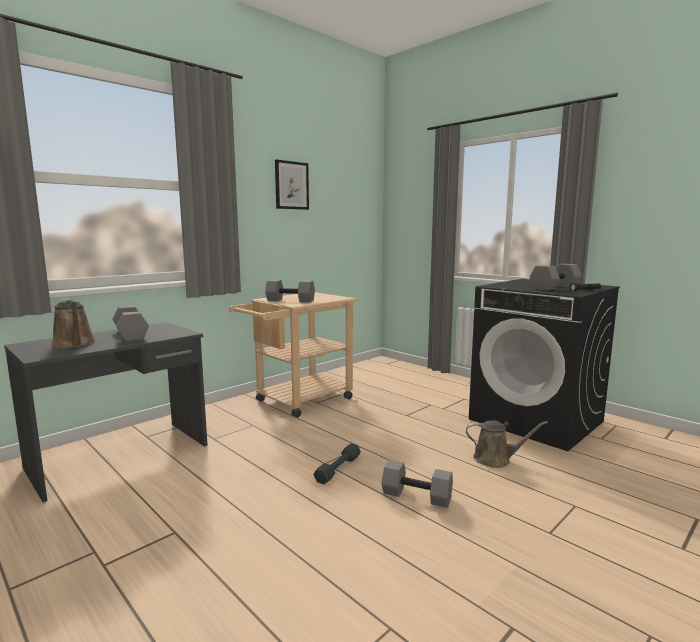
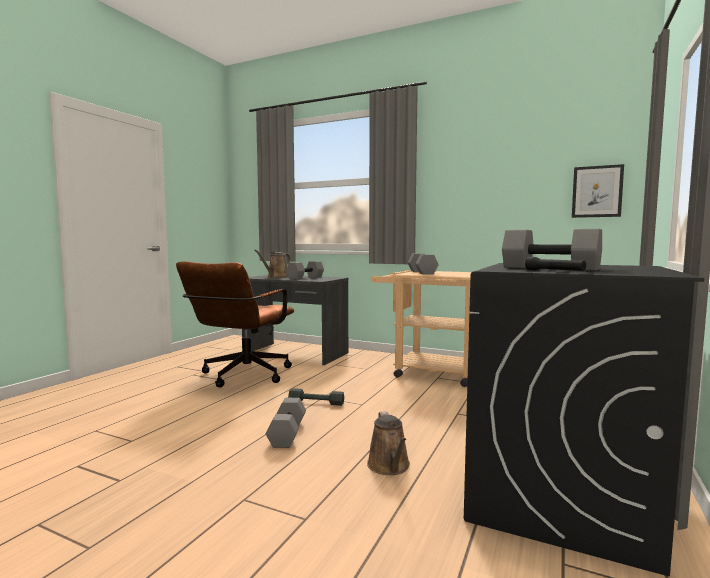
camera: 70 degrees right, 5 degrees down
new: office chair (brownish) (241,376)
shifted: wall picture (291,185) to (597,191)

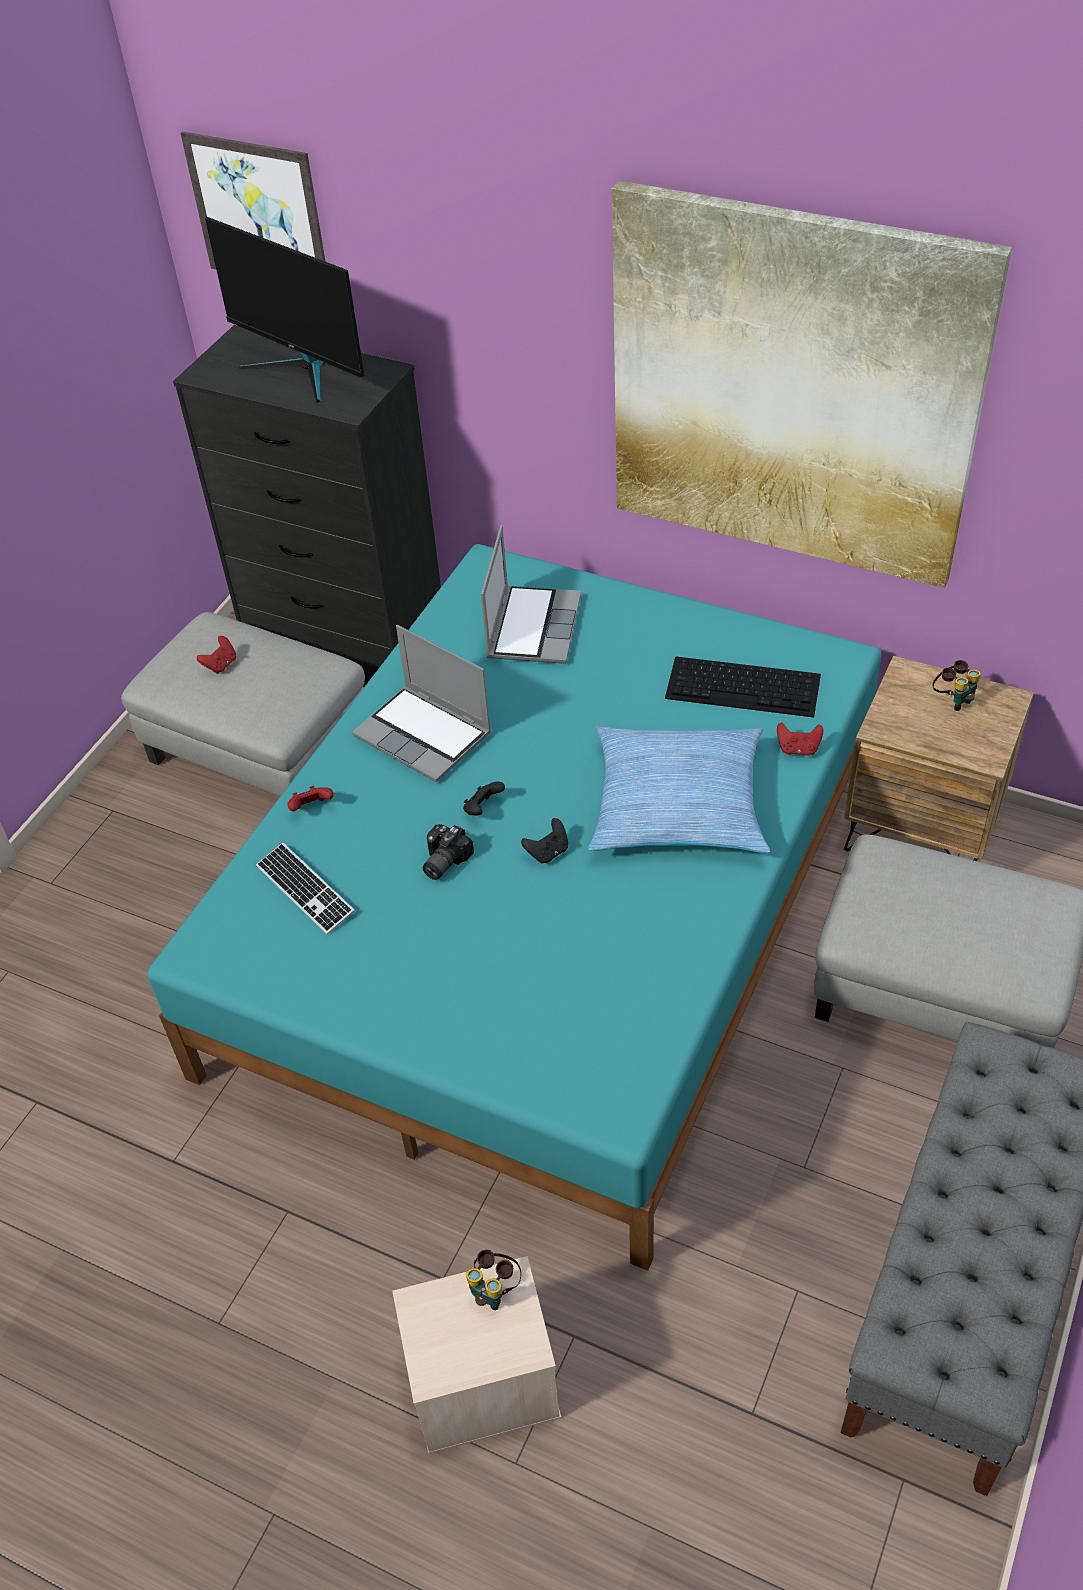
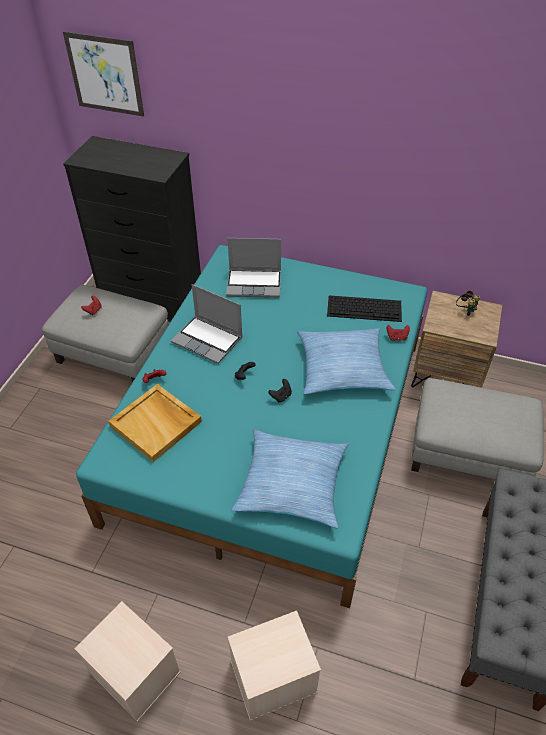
camera: 10 degrees left, 0 degrees up
gone: wall picture (792,389); monitor (302,369); photo camera (442,861); field glasses (495,1290)
new: pillow (292,483); storage bin (sand-coloured) (133,672)
swapped: PC keyboard (305,890) to serving tray (sand-coloured) (156,424)
rotated: laptop (532,626) = (255,283) 90 degrees clockwise

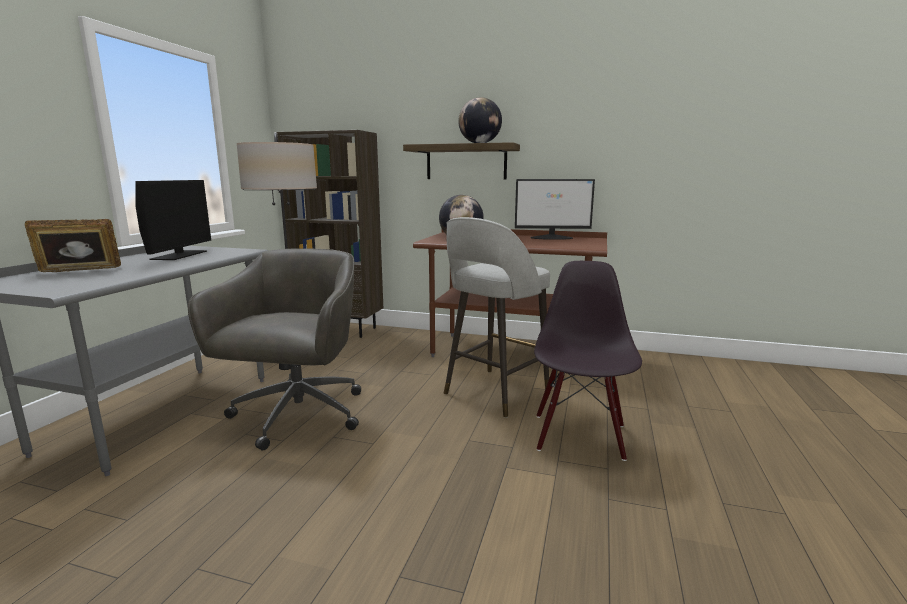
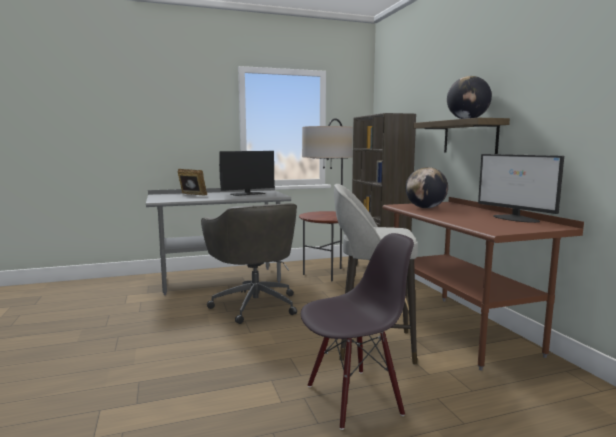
camera: 55 degrees right, 5 degrees down
rotated: office chair (grey) (297,416) = (254,304) 90 degrees clockwise

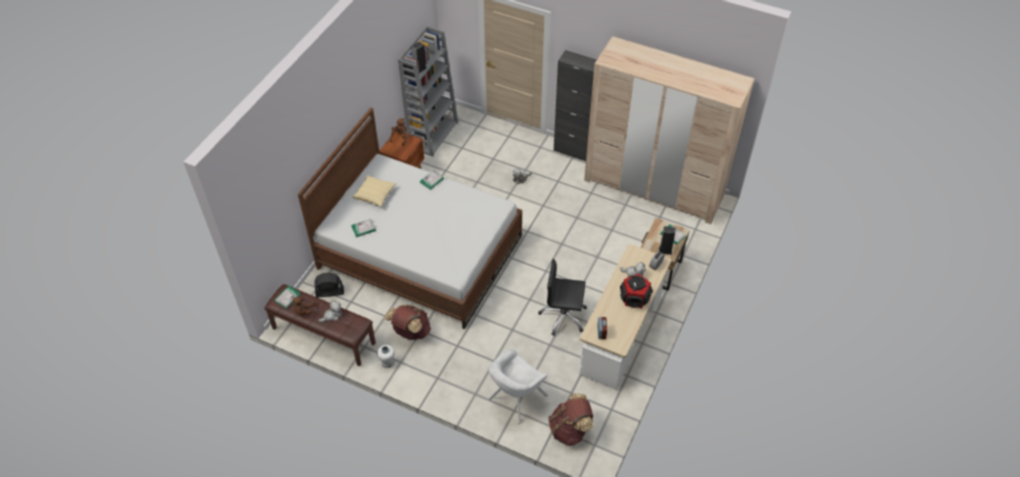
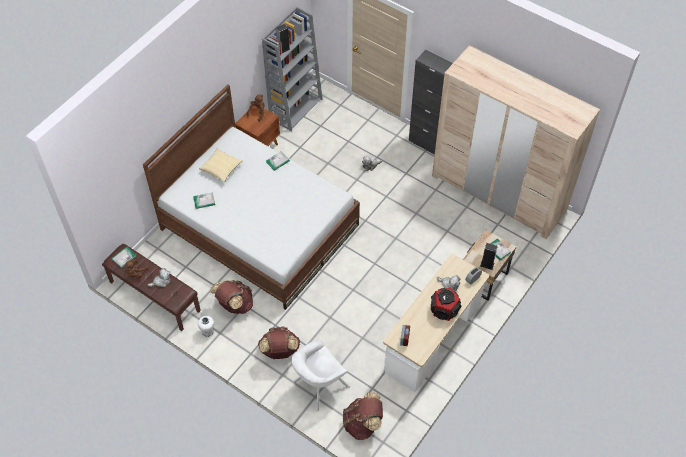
camera: 10 degrees right, 5 degrees up
gone: office chair (blackish) (563,317); fan (blackish) (329,292)
new: rucksack (brownish) (279,351)

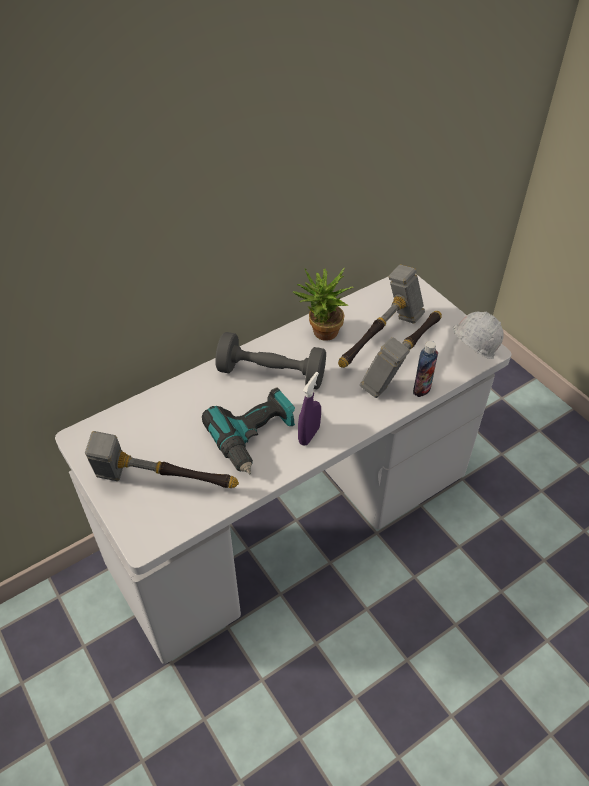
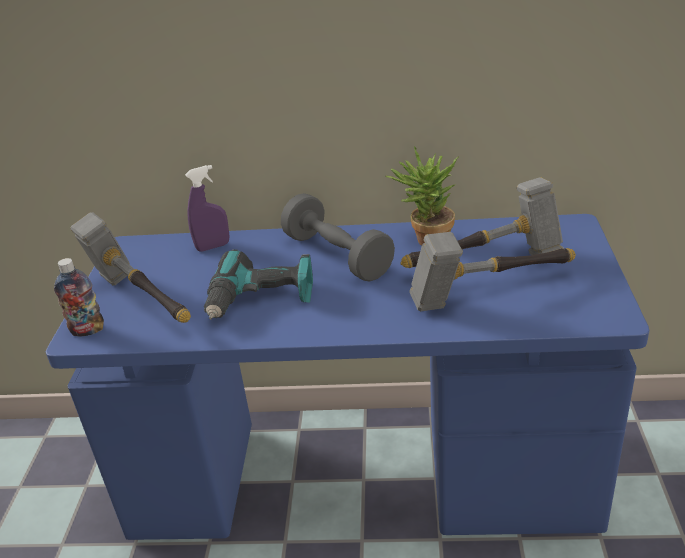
camera: 40 degrees right, 15 degrees down
gone: hard hat (white) (469,357)
shifted: bottle (422,389) to (88,330); sprayer (purple-coloured) (309,435) to (213,247)
repainted: desk table (white) (293,518) to desk table (bluish) (361,477)

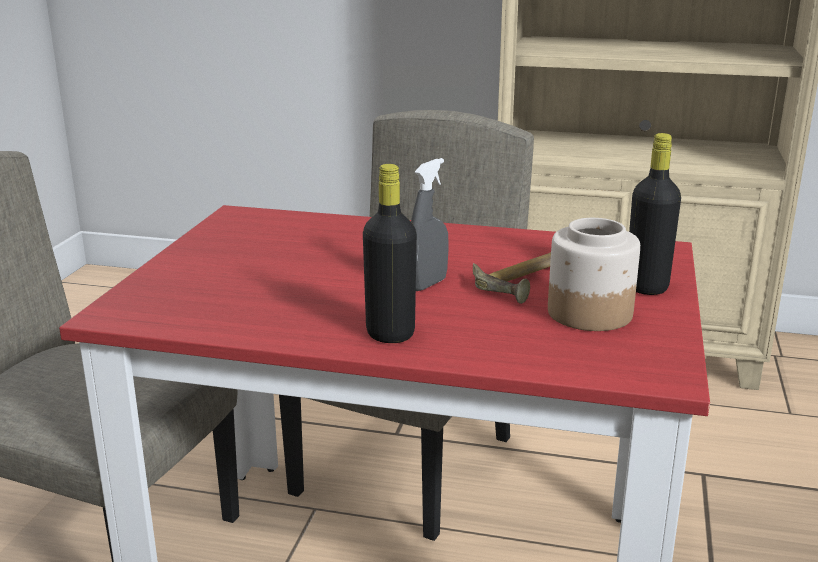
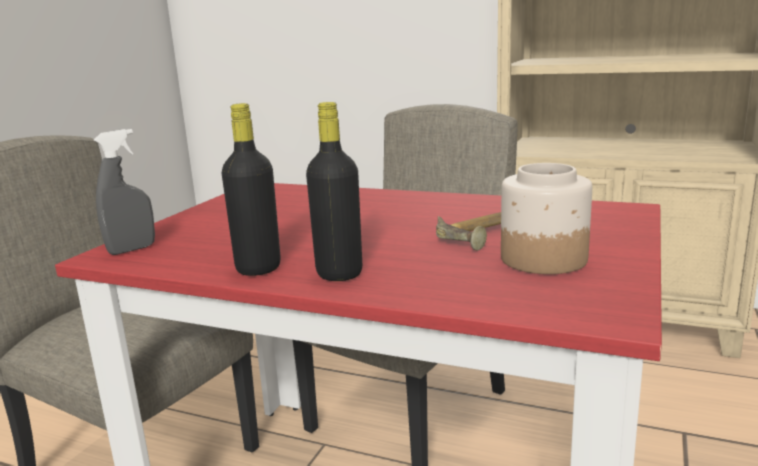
camera: 10 degrees right, 5 degrees down
shifted: bottle (blackish) (646,287) to (258,268); sprayer (grey) (427,284) to (132,249)

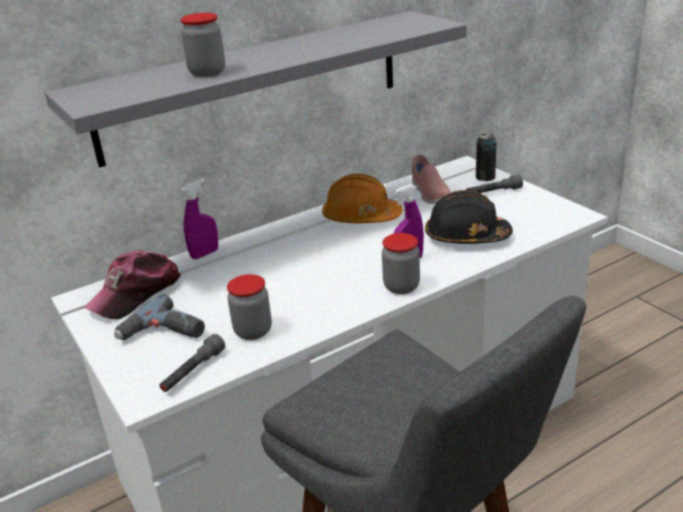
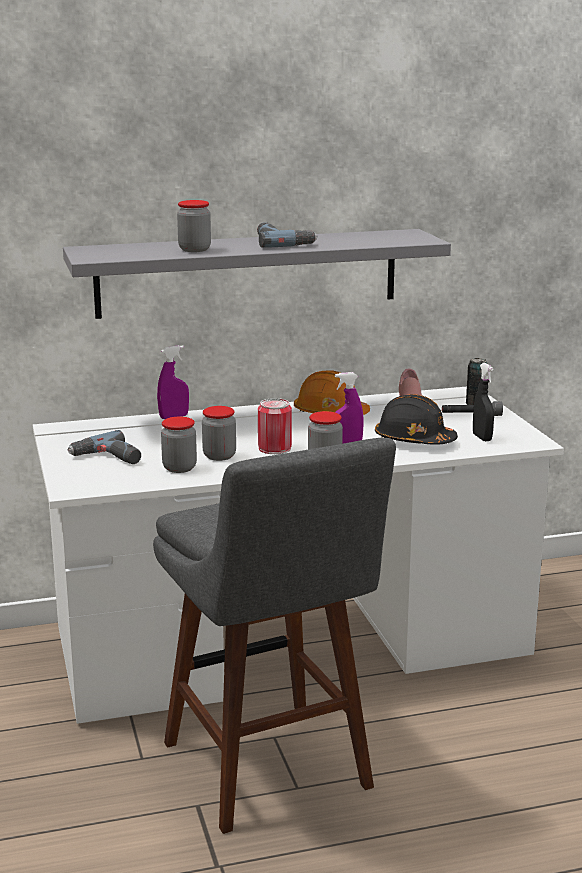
camera: 15 degrees right, 10 degrees down
gone: baseball cap (136,294); torch (grey) (193,372)
new: electric drill (282,242); sprayer (blackish) (482,438); metal can (274,448); storage jar (219,456)

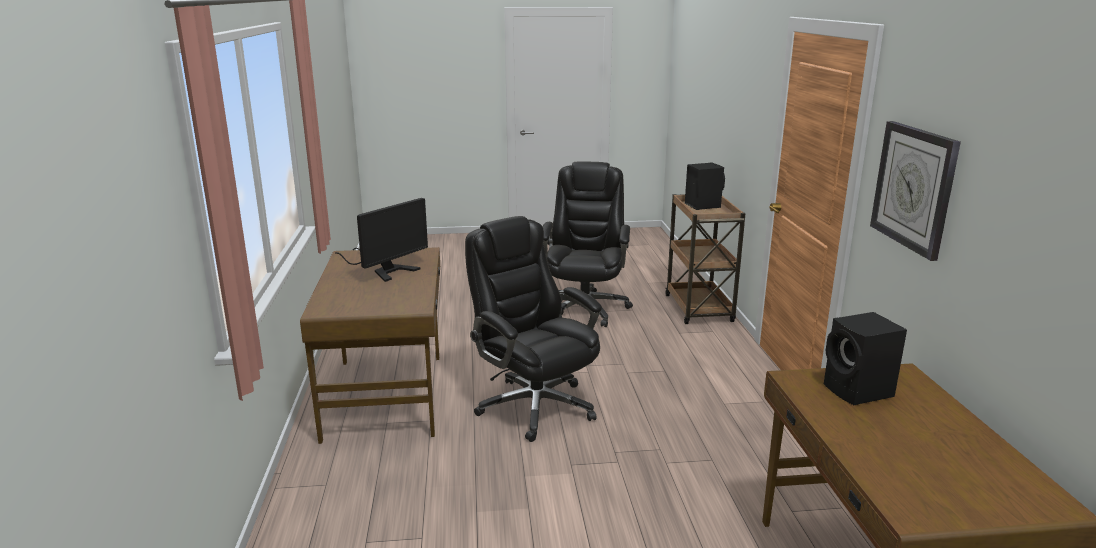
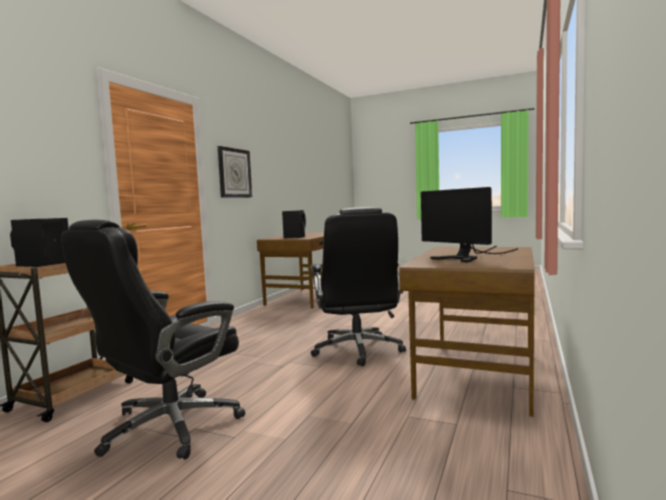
camera: 150 degrees left, 15 degrees down
rotated: monitor (384,269) = (467,258) 105 degrees counterclockwise

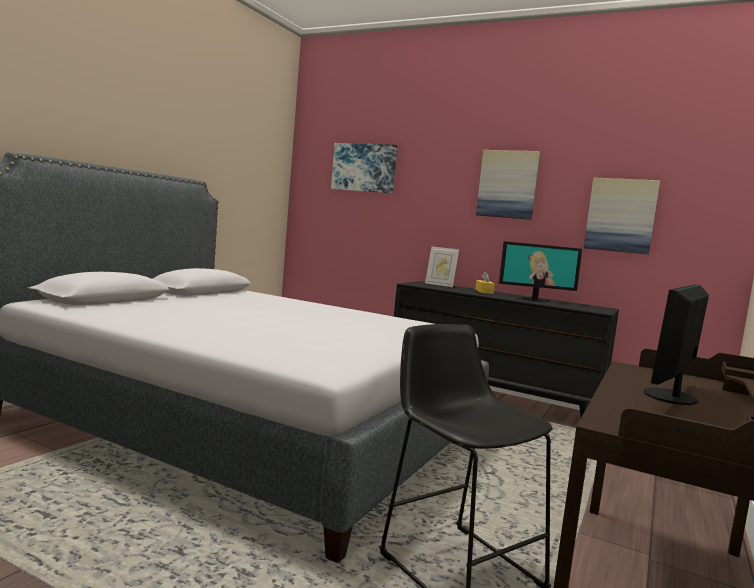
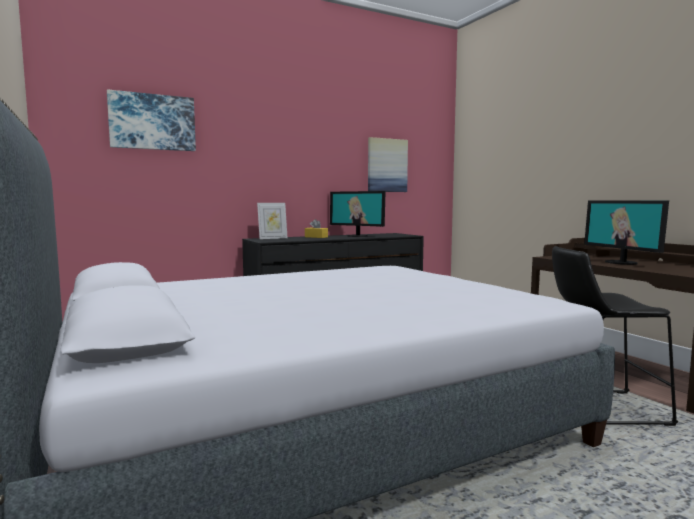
camera: 55 degrees left, 0 degrees up
gone: wall picture (507,184)
rotated: monitor (535,299) = (357,236) 90 degrees clockwise

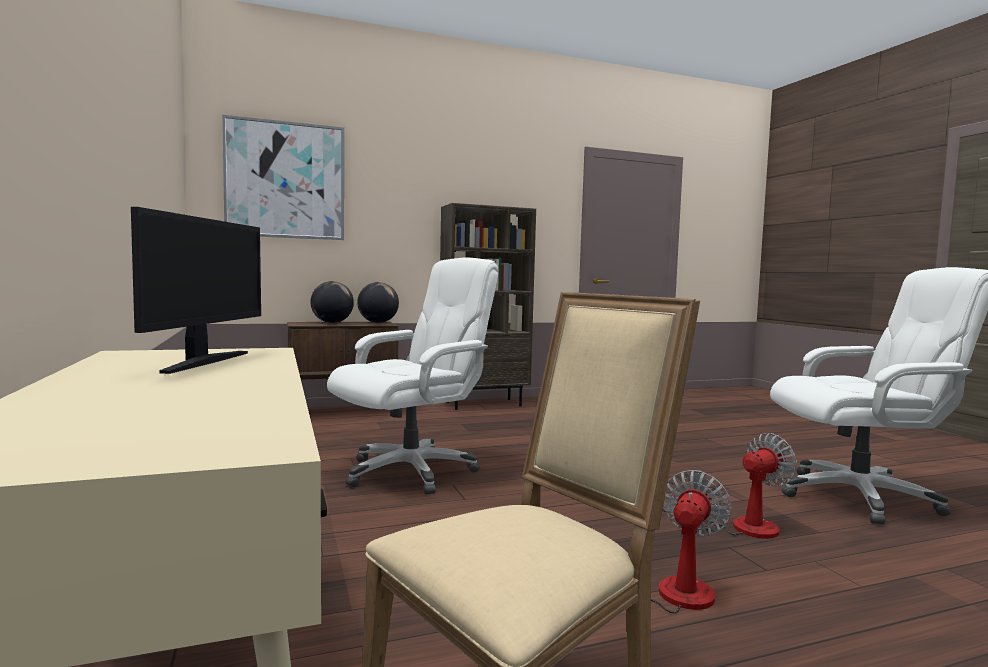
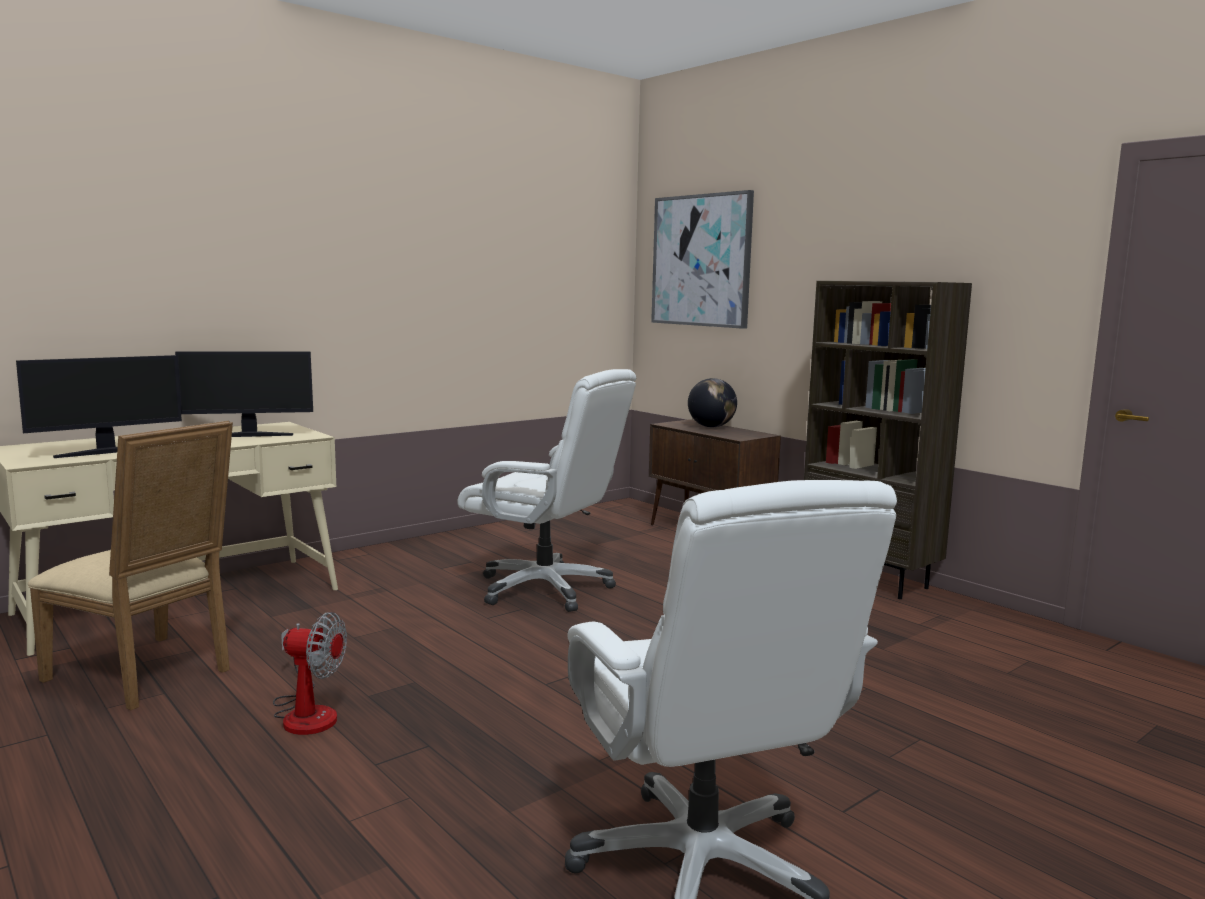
camera: 70 degrees right, 5 degrees up
gone: globe (378,322); fan (737,526)
new: monitor (107,452)

